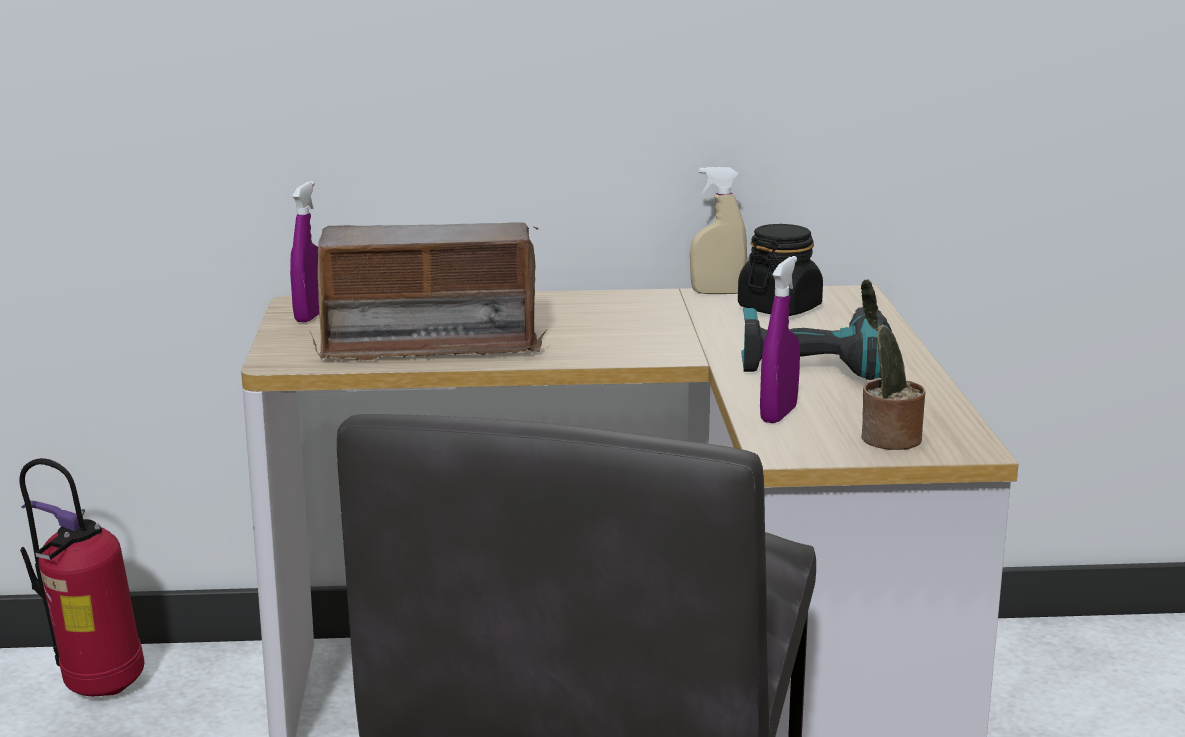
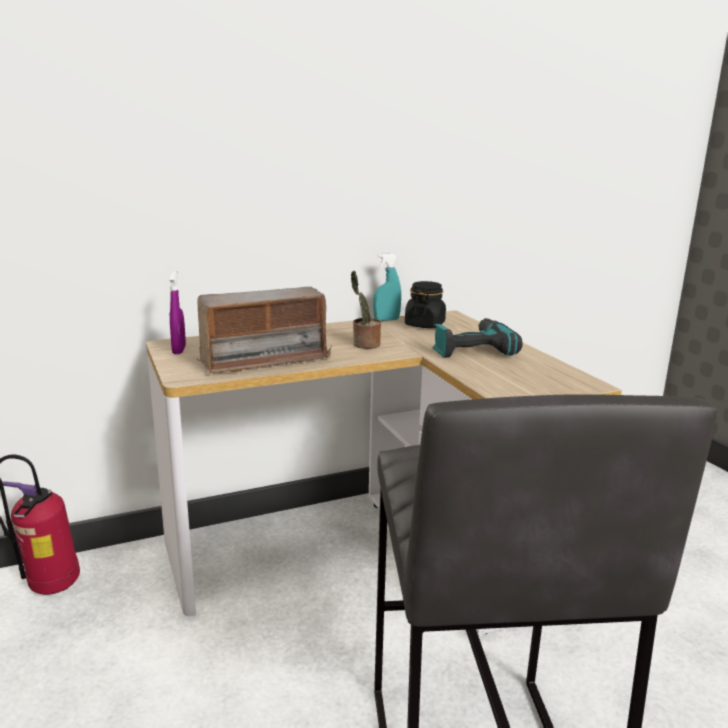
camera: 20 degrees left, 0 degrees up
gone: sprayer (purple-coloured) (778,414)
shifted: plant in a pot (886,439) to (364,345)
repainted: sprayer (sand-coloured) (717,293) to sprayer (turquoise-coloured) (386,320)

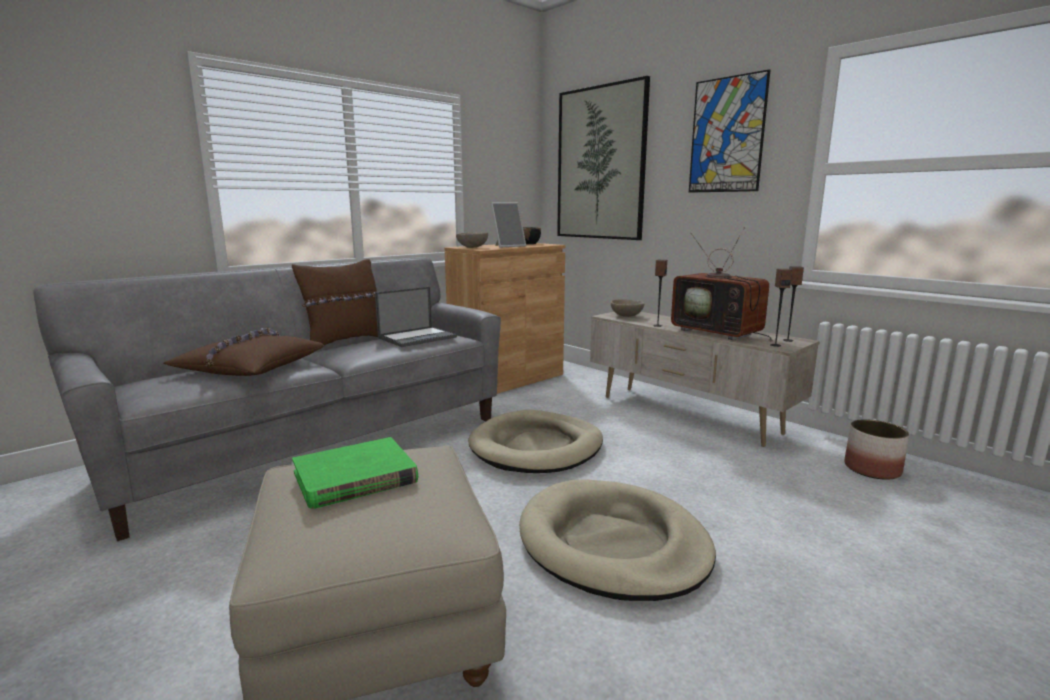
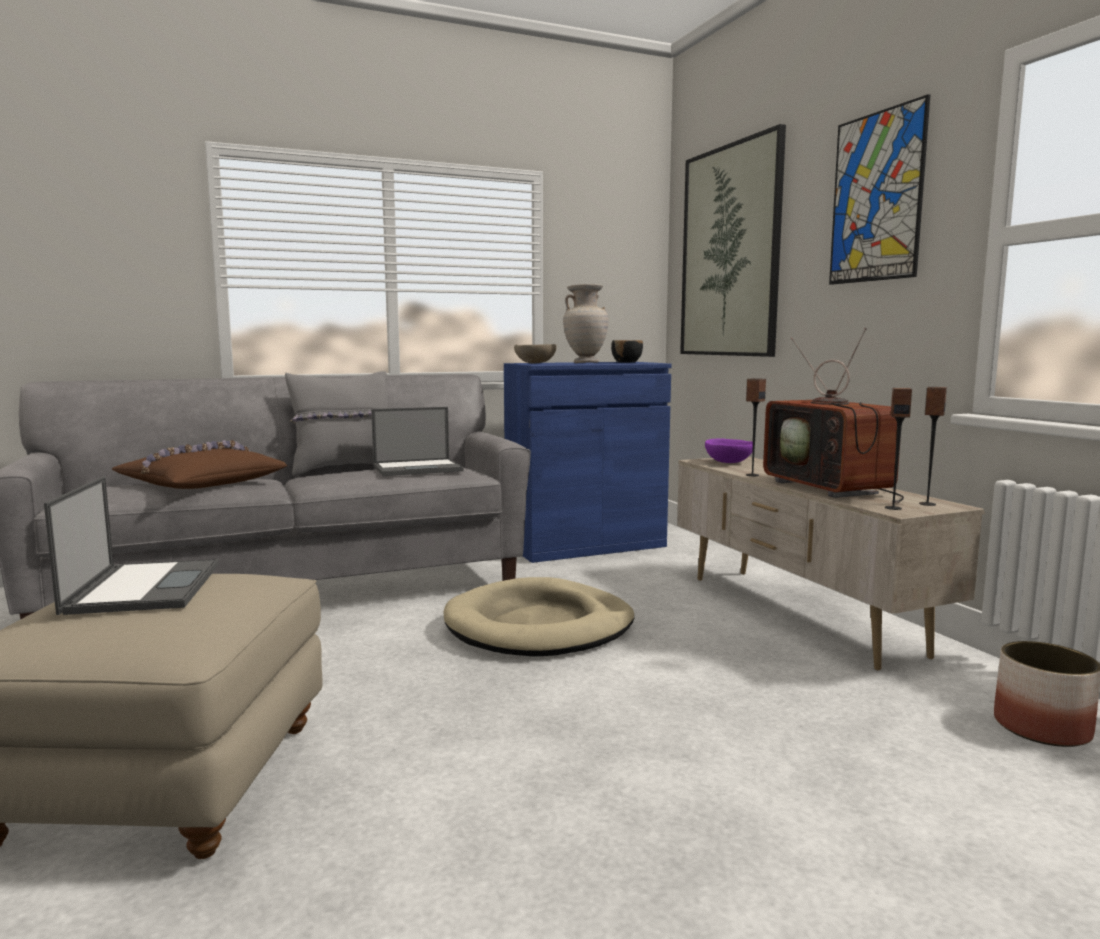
camera: 20 degrees right, 5 degrees down
gone: pet bed (sand-coloured) (612,544)
swapped: photo frame (508,246) to decorative vase (sand-coloured) (585,363); book (green) (355,478) to laptop (144,587)
repainted: cabinet (brownish) (507,379) to cabinet (bluish) (585,545); pillow (brownish) (346,341) to pillow (grey) (345,469); serving bowl (sand-coloured) (626,316) to serving bowl (purple-coloured) (728,462)

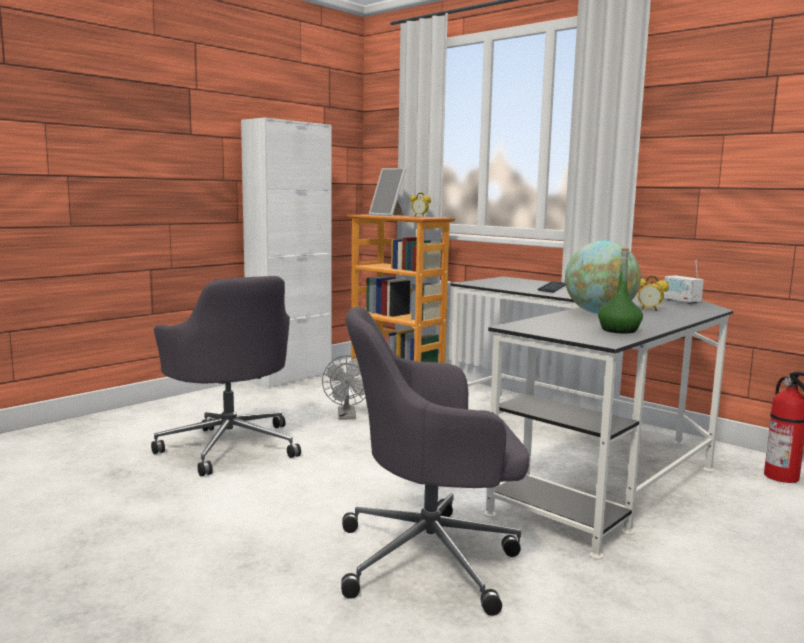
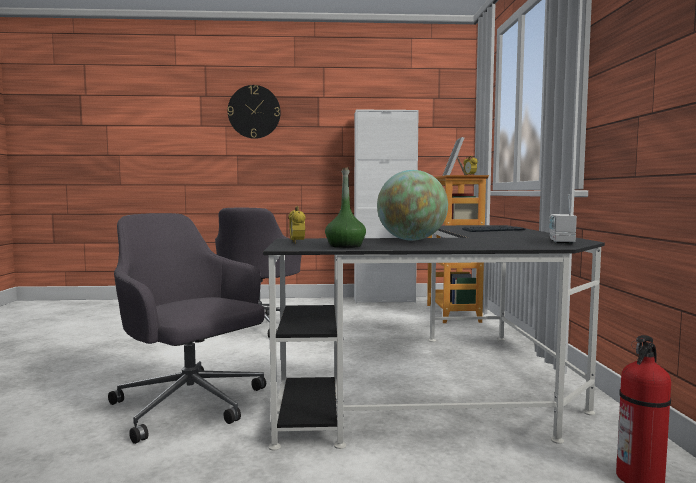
camera: 45 degrees right, 5 degrees down
gone: fan (grey) (347,416)
new: hanging clock (254,112)
shifted: alarm clock (649,310) to (297,243)

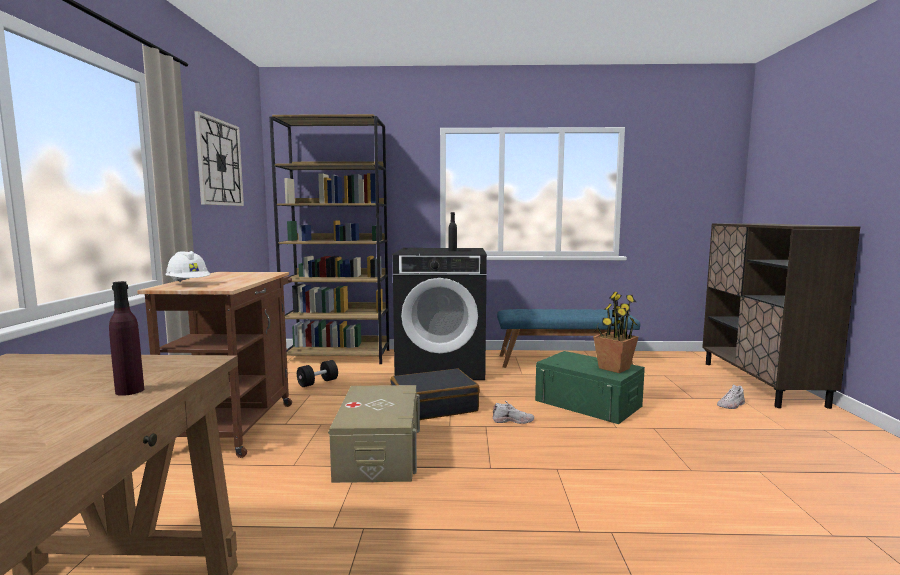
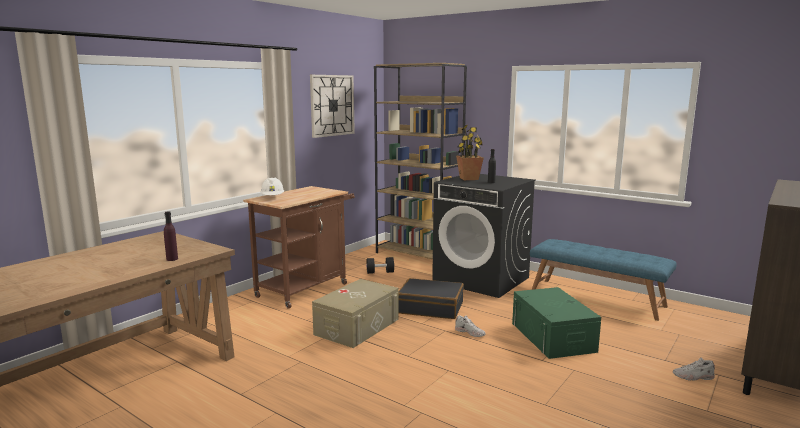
camera: 35 degrees right, 5 degrees up
shifted: plant in a pot (613,368) to (468,178)

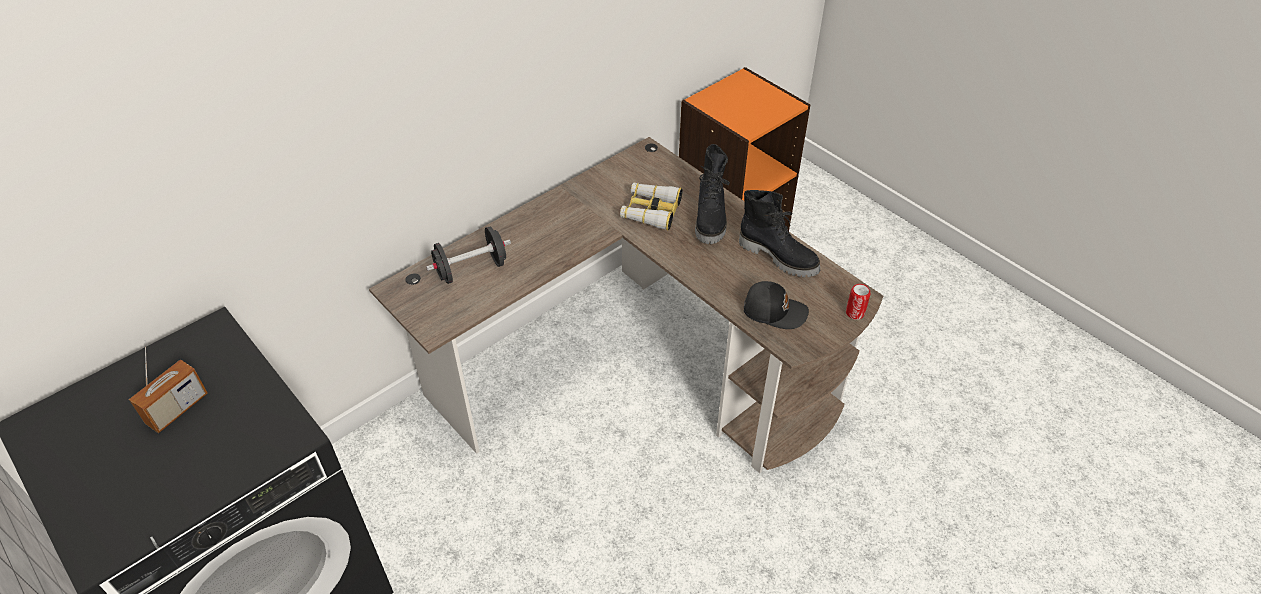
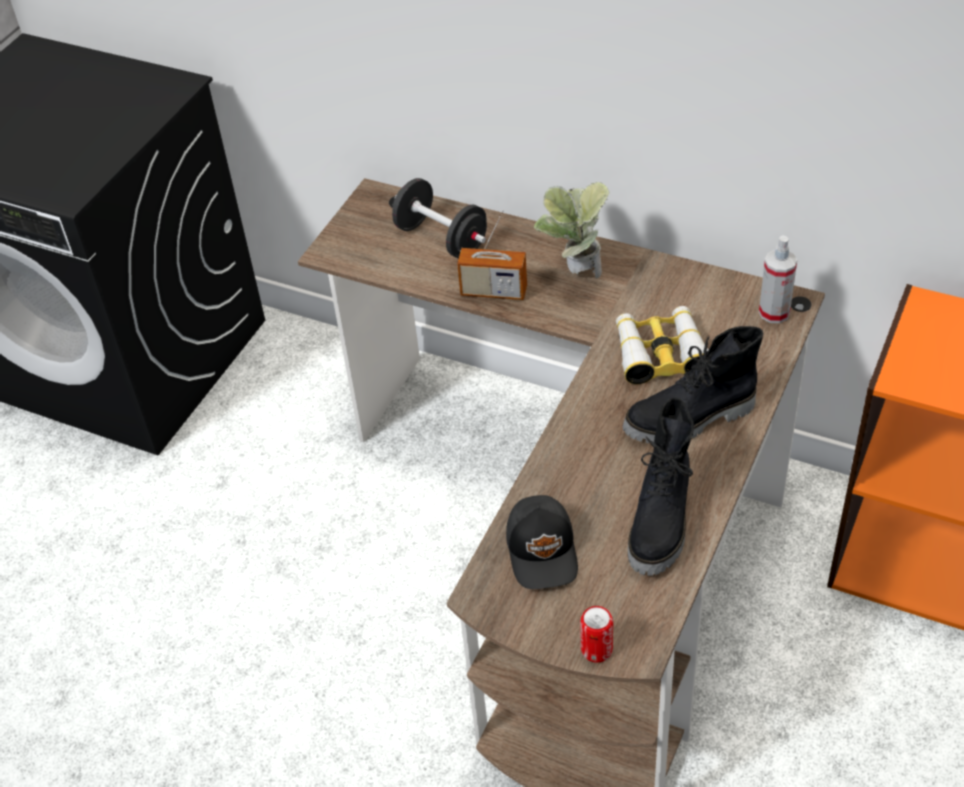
camera: 70 degrees right, 0 degrees up
new: plant in a pot (575,273); sprayer (774,313)
shifted: radio receiver (177,409) to (493,291)

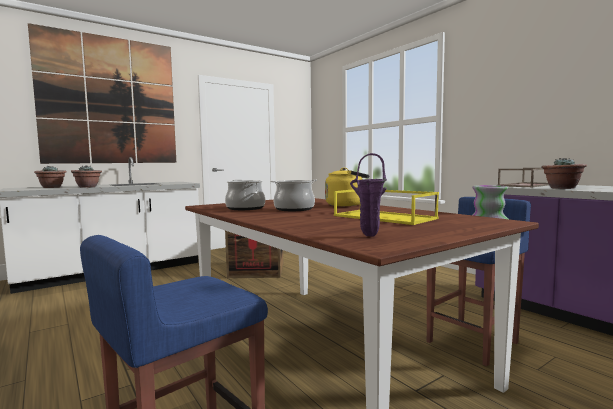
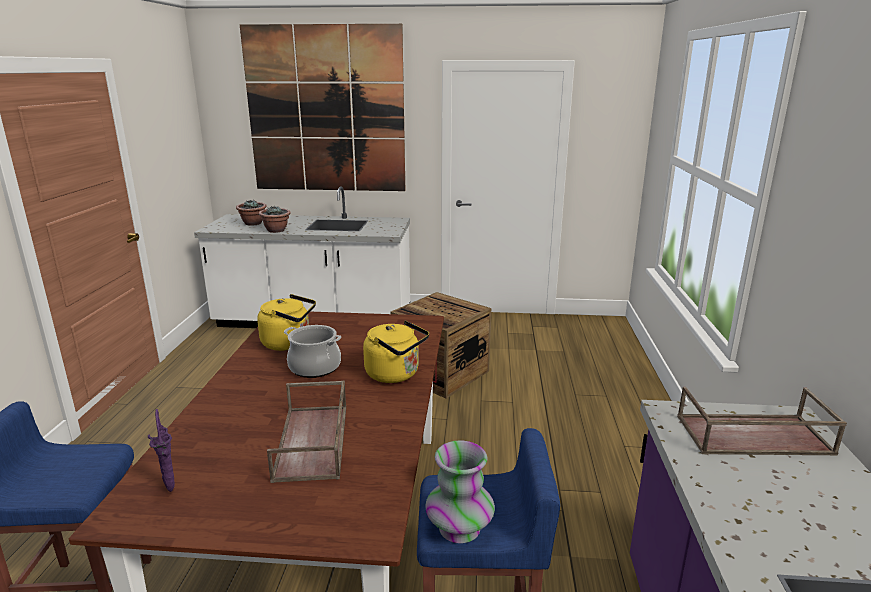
camera: 40 degrees right, 15 degrees up
gone: plant in a pot (562,188)
swapped: cooking pot (245,208) to water kettle (yellow-coloured) (289,343)
repainted: serving tray (yellow-coloured) (385,217) to serving tray (brownish) (313,442)

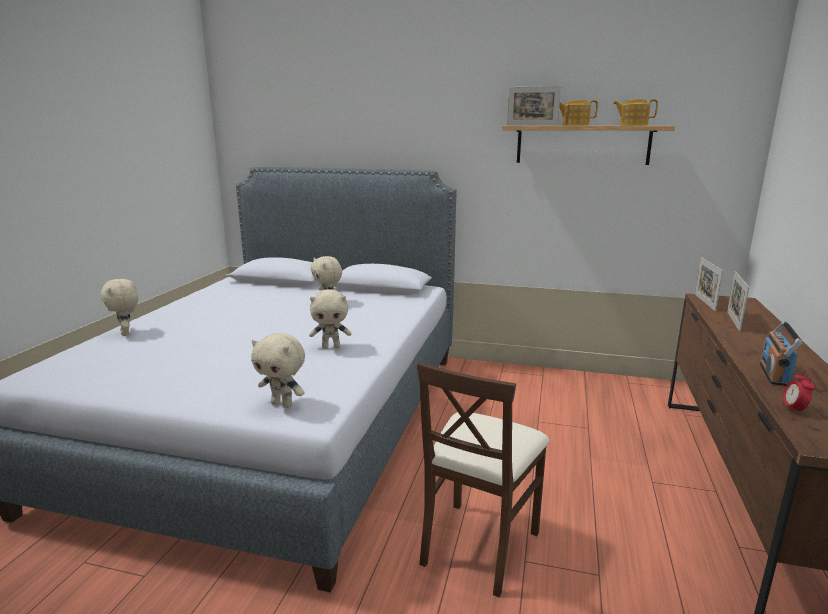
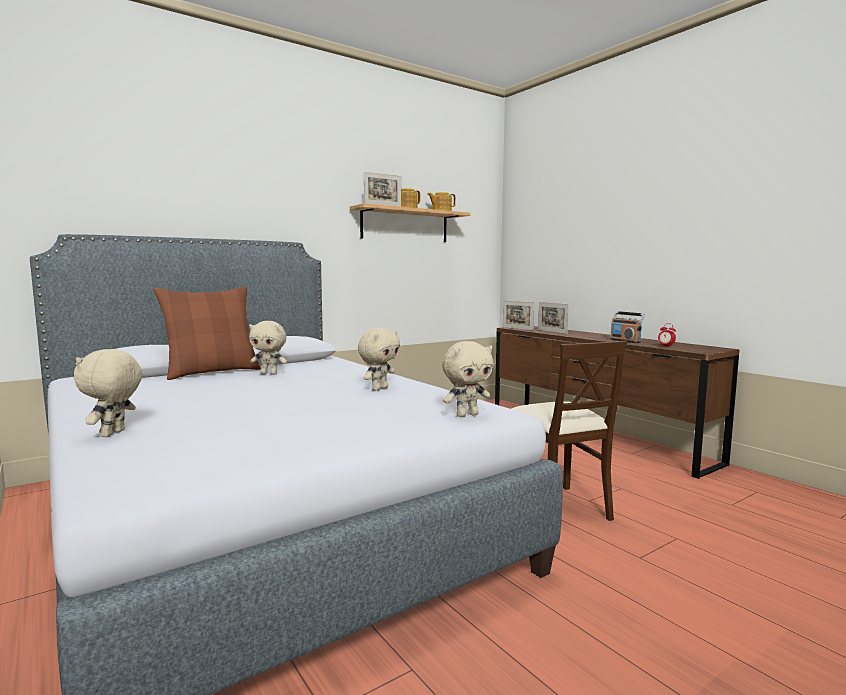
camera: 50 degrees left, 10 degrees down
new: pillow (brownish) (212,372)
rotated: cuddly toy (sand-coloured) (126,333) = (113,434) 90 degrees clockwise

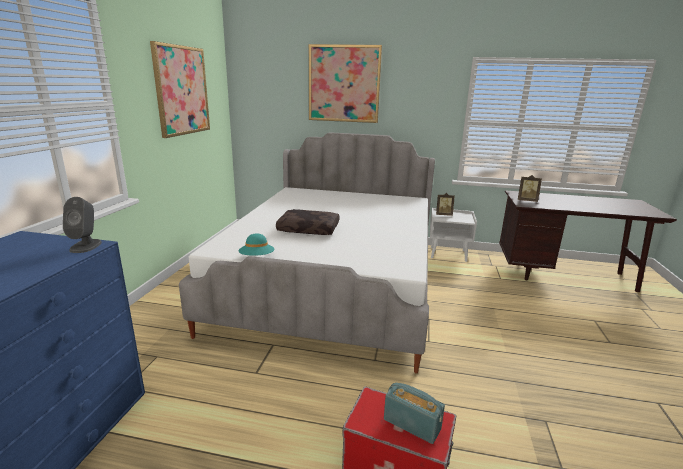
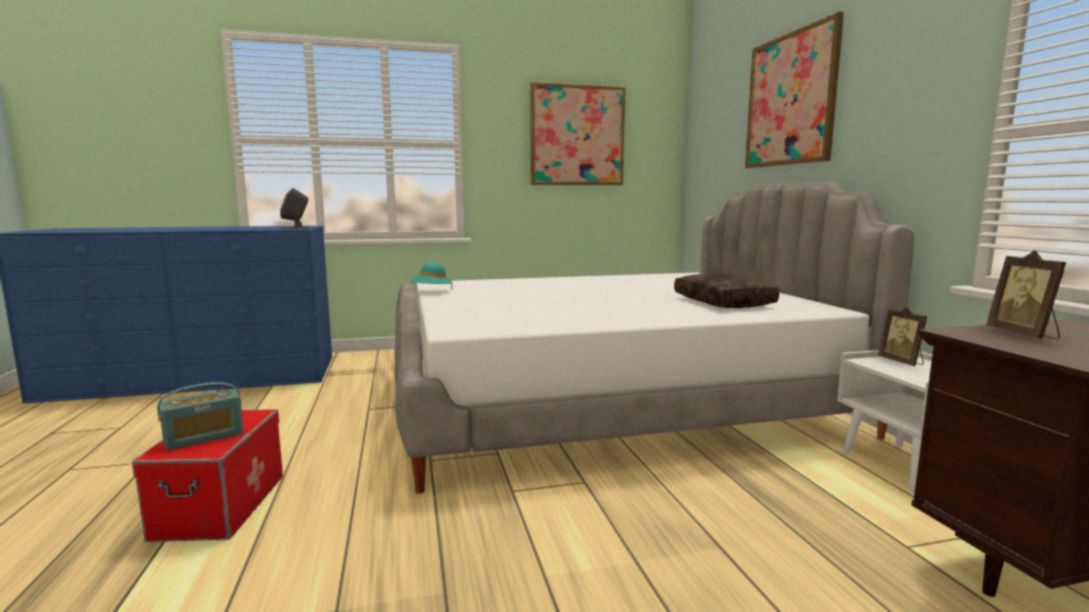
camera: 65 degrees right, 10 degrees down
shifted: pillow (brownish) (309,229) to (724,302)
rotated: radio receiver (412,424) = (204,437) 45 degrees clockwise

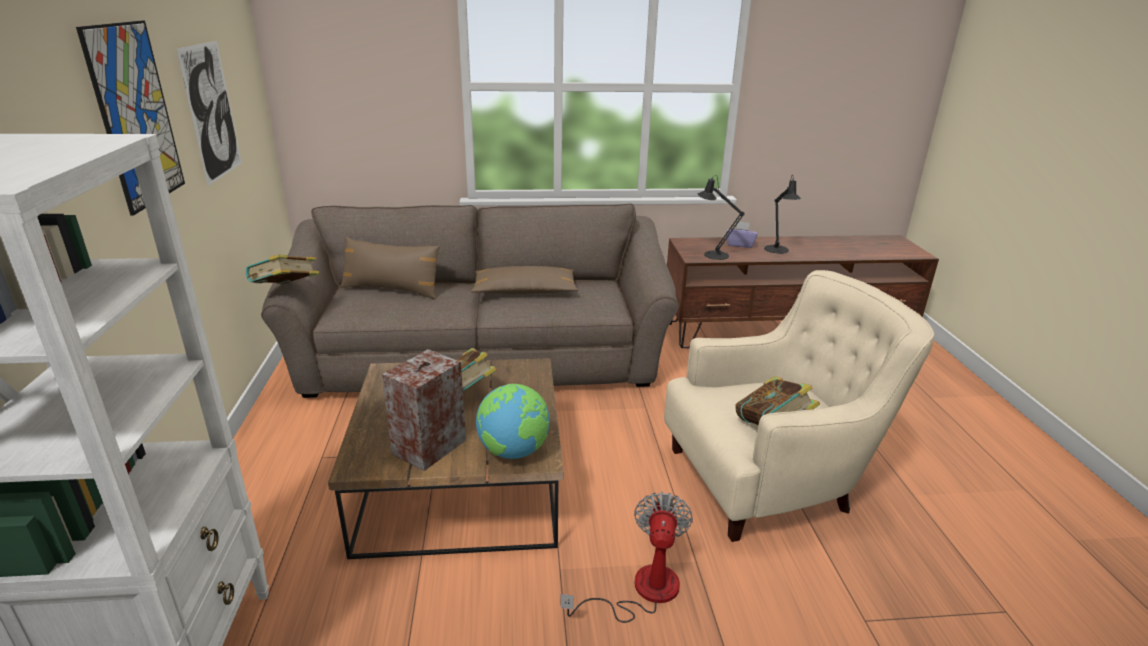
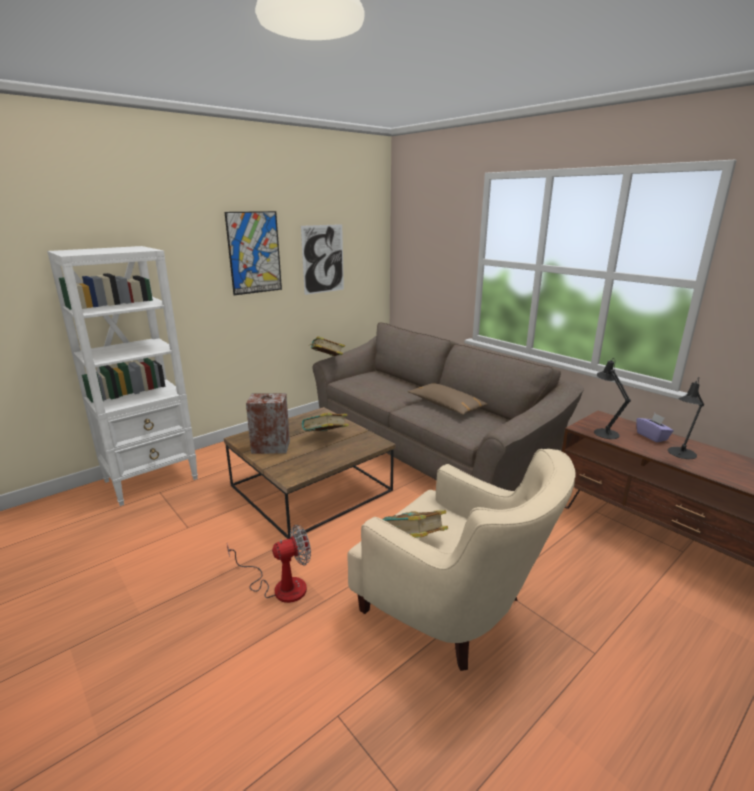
camera: 55 degrees right, 5 degrees down
gone: pillow (brownish) (392,289); globe (514,451)

